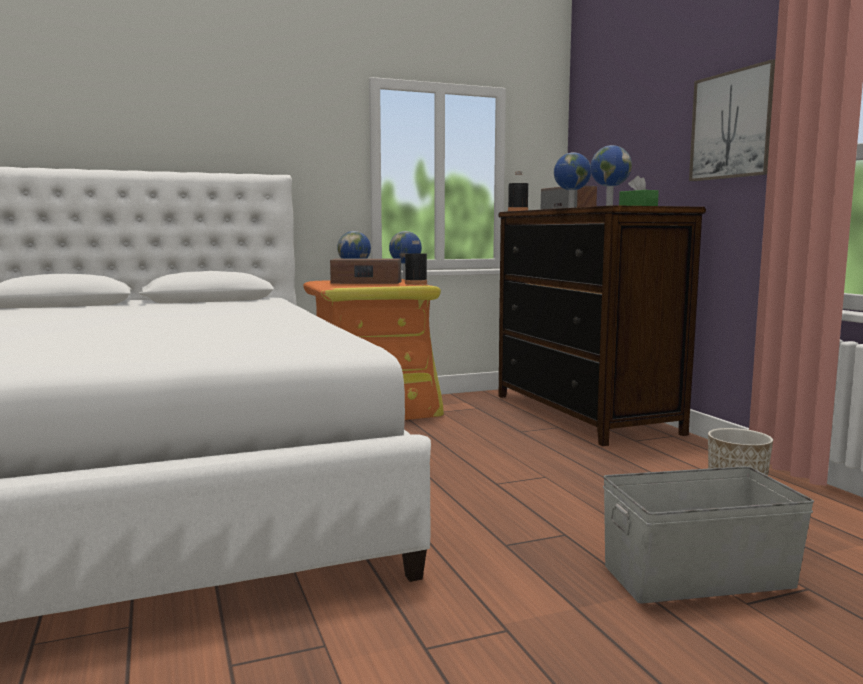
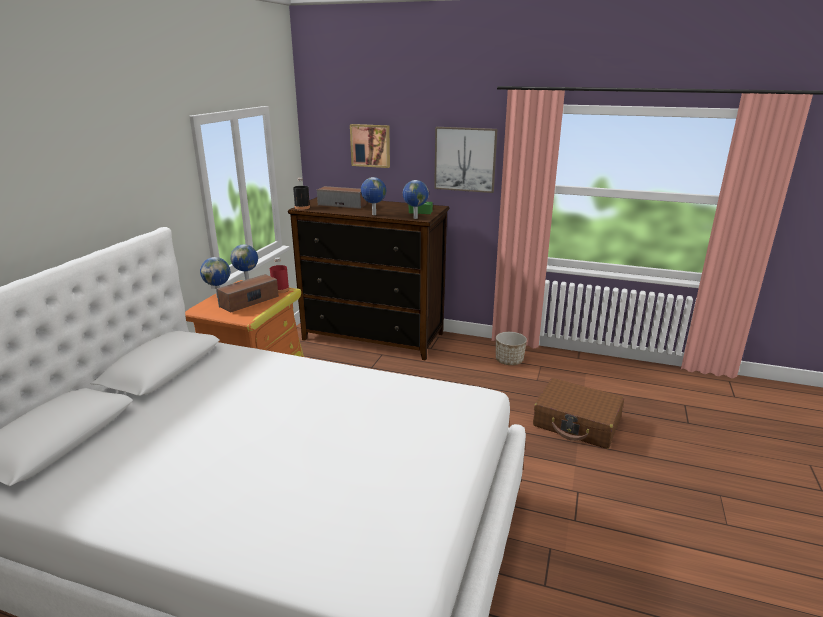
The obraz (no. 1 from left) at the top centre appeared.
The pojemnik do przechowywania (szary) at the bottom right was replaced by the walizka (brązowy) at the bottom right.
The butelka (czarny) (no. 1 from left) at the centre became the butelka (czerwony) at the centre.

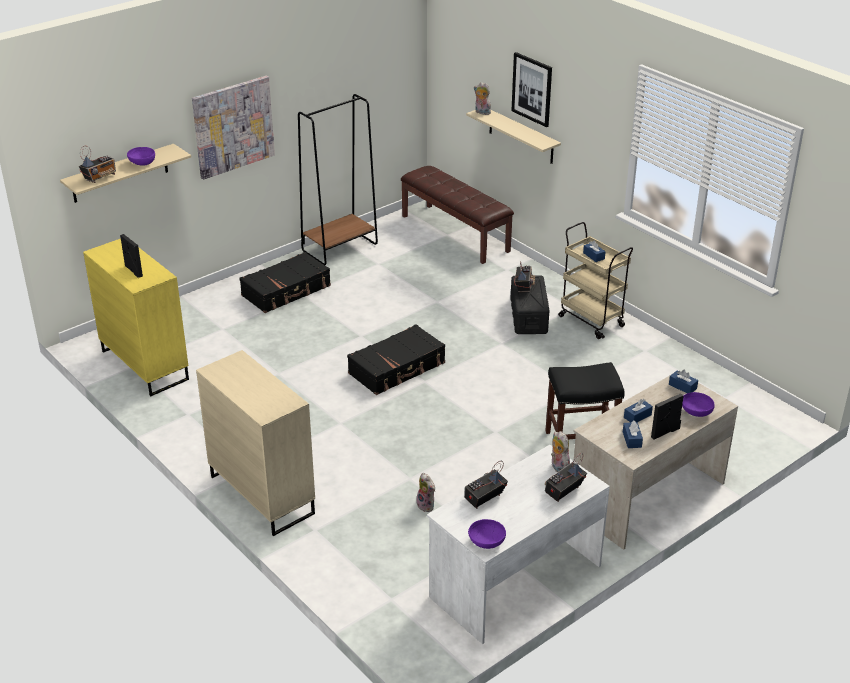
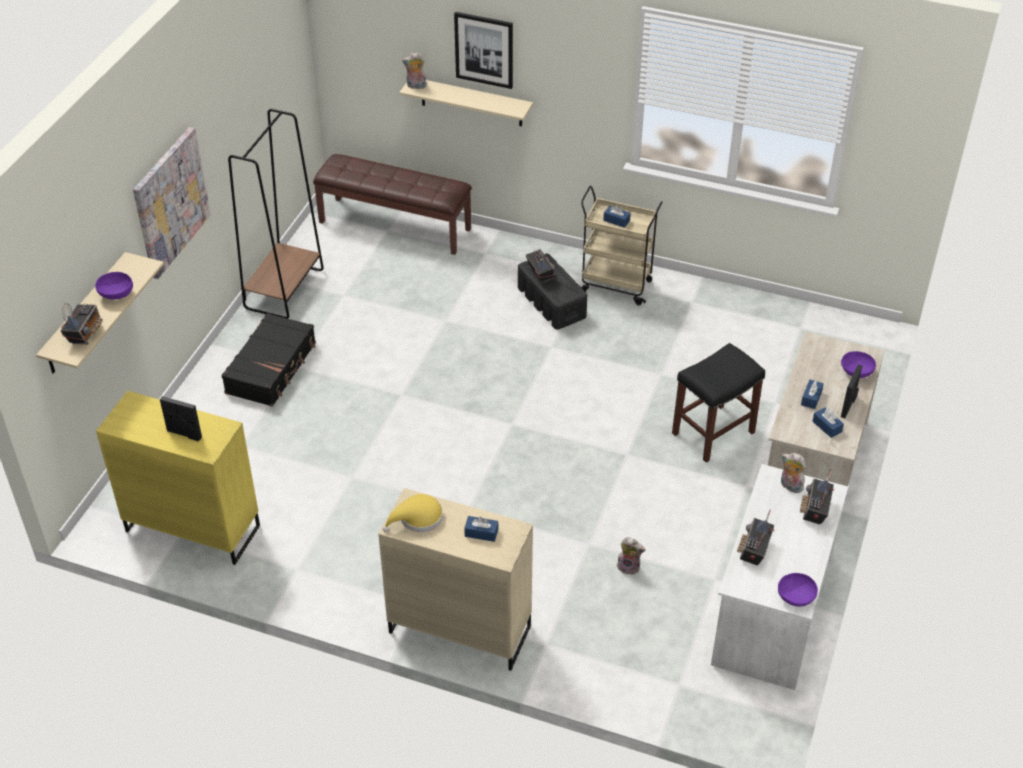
The walizka (czarny) (no. 2 from left) at the centre disappeared.
The kapelusz (żółty) at the bottom centre appeared.
The pudełko chusteczek (niebieski) (no. 4 from left in the first image) moved from the middle right to the bottom centre.

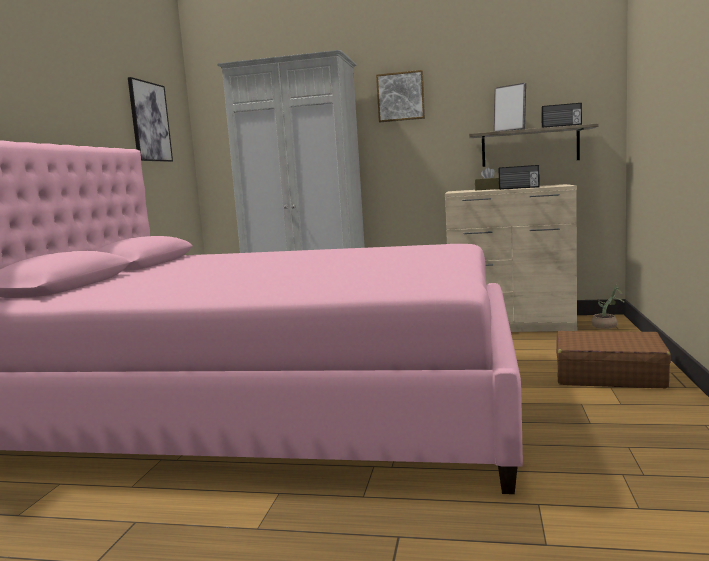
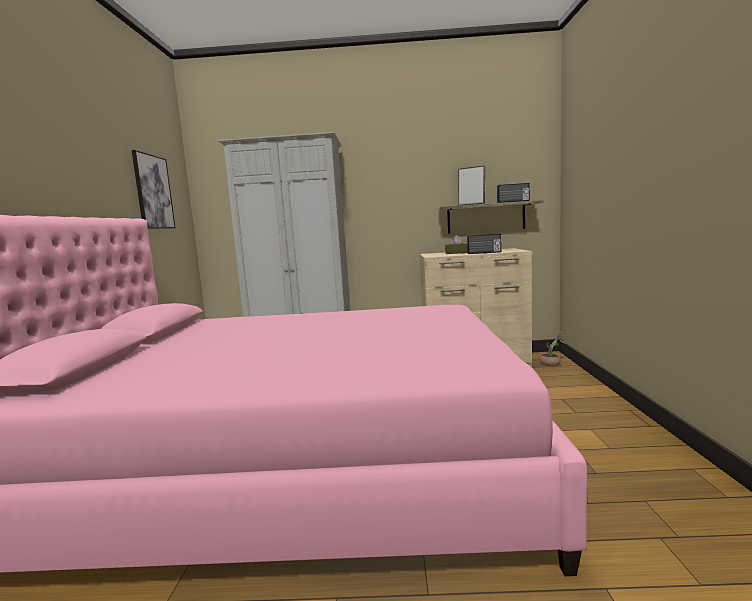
The obraz (no. 2 from left) at the top centre disappeared.
The walizka (brązowy) at the middle right disappeared.

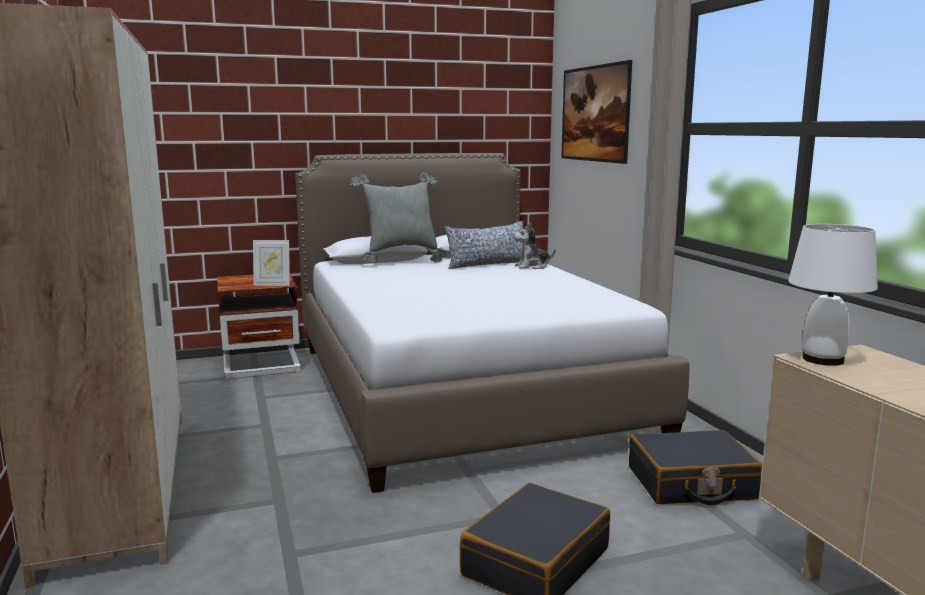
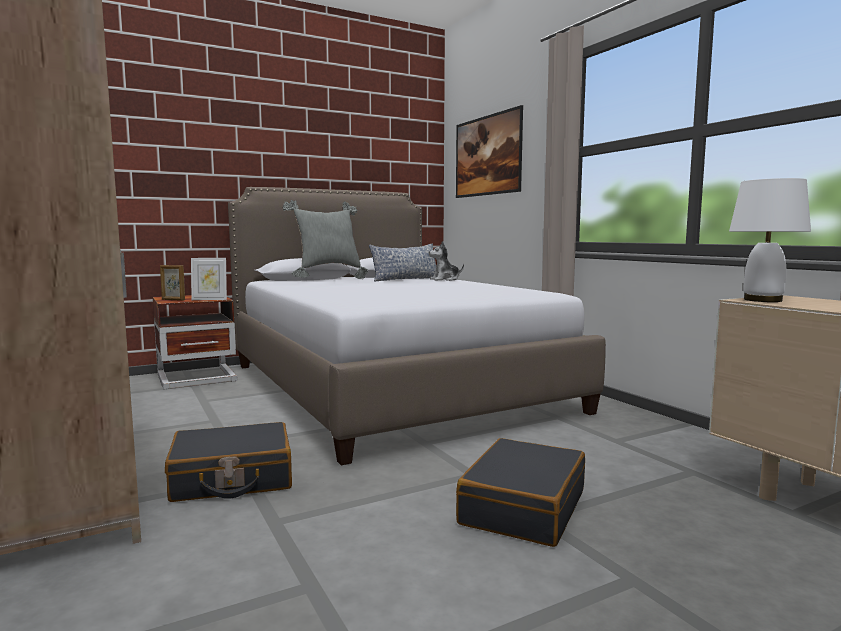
The ramka na zdjęcie (no. 1 from left) at the middle left appeared.
The walizka (czarny) (no. 2 from left in the first image) moved from the bottom right to the bottom left.

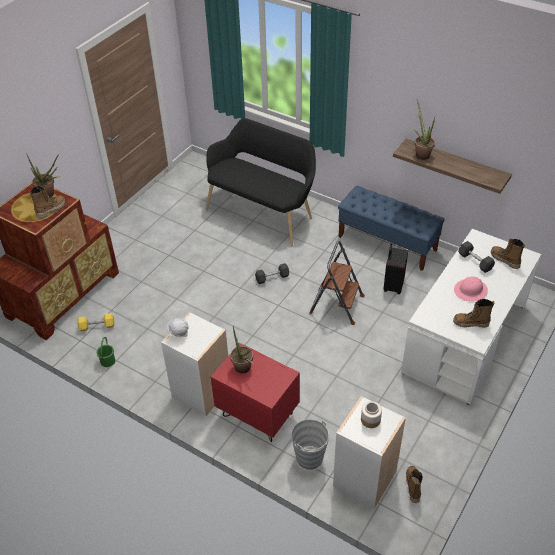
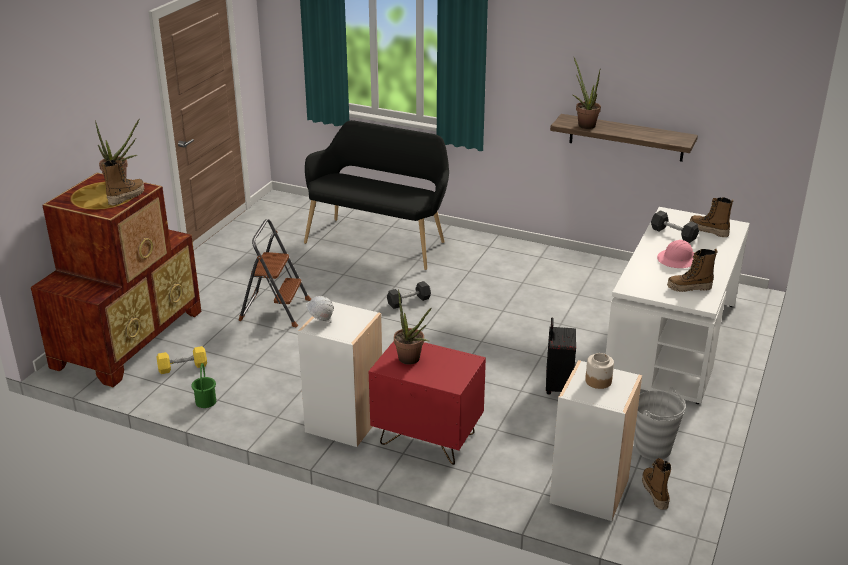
The ławka (niebieski) at the middle right disappeared.
The wiadro (szary) moved from the bottom centre to the bottom right.
The drabinka (brązowy) moved from the centre to the middle left.
The walizka (czarny) moved from the middle right to the centre.

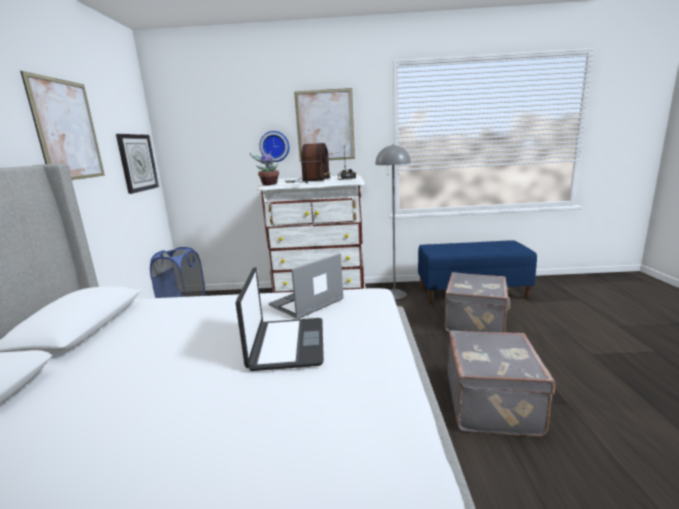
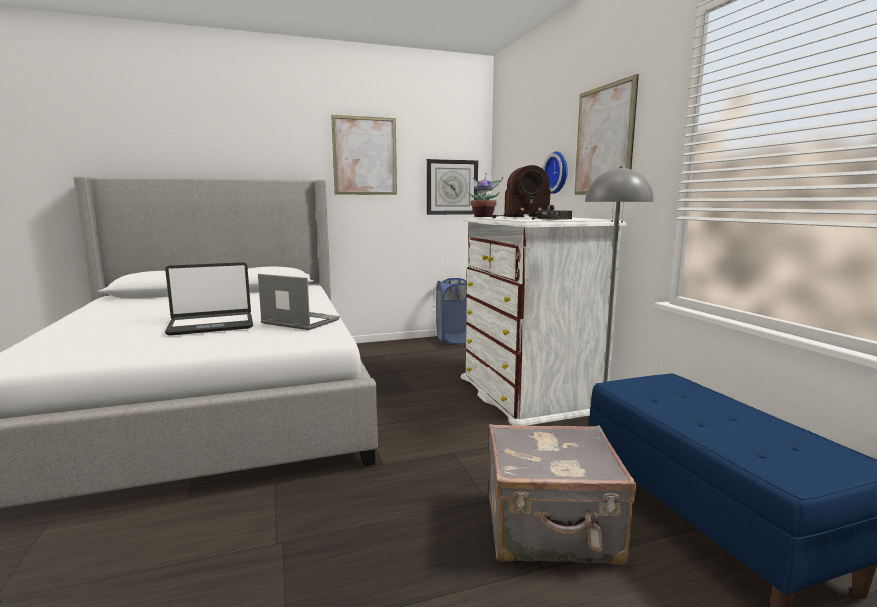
The walizka (szary) (no. 2 from left) at the bottom right disappeared.

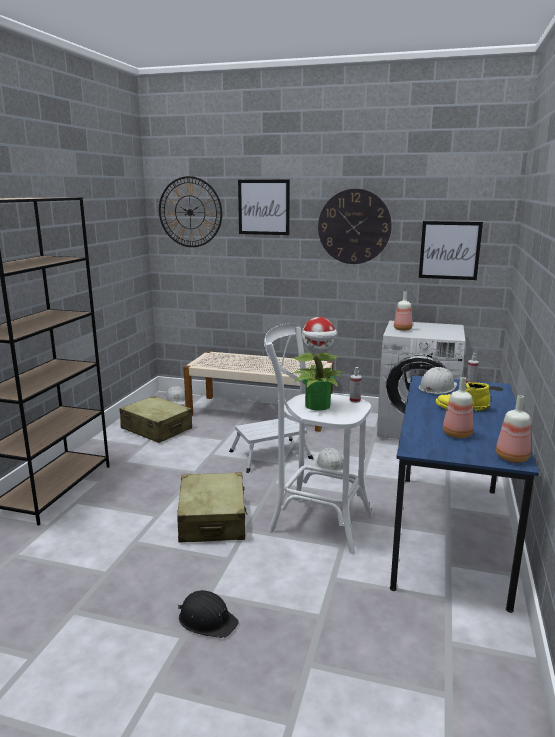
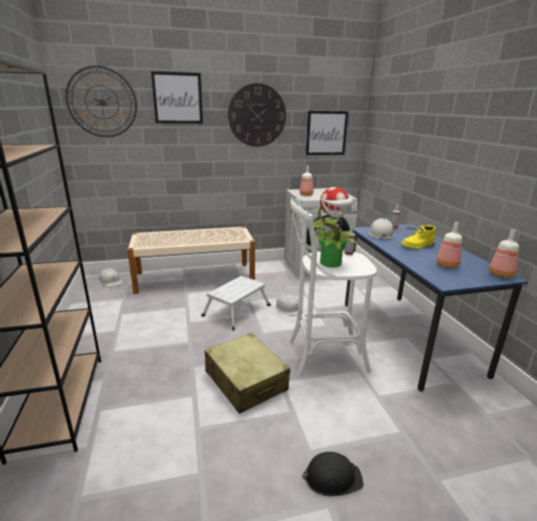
The walizka (beżowy) (no. 1 from left) at the middle left disappeared.

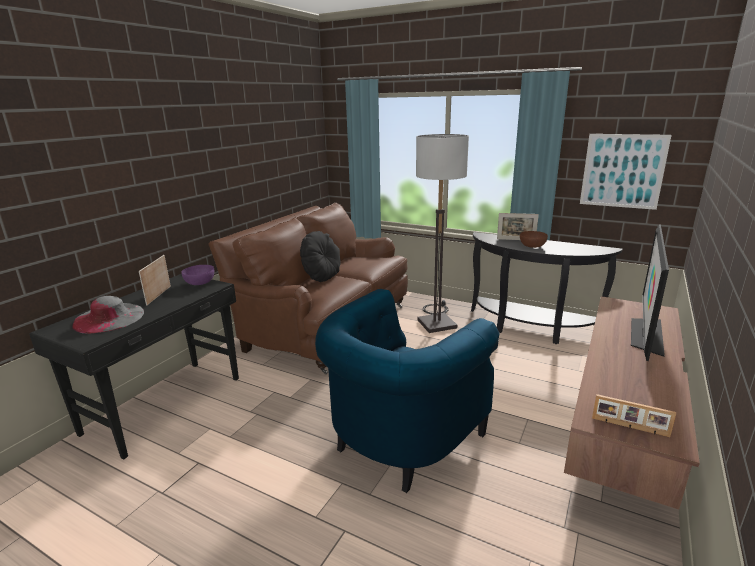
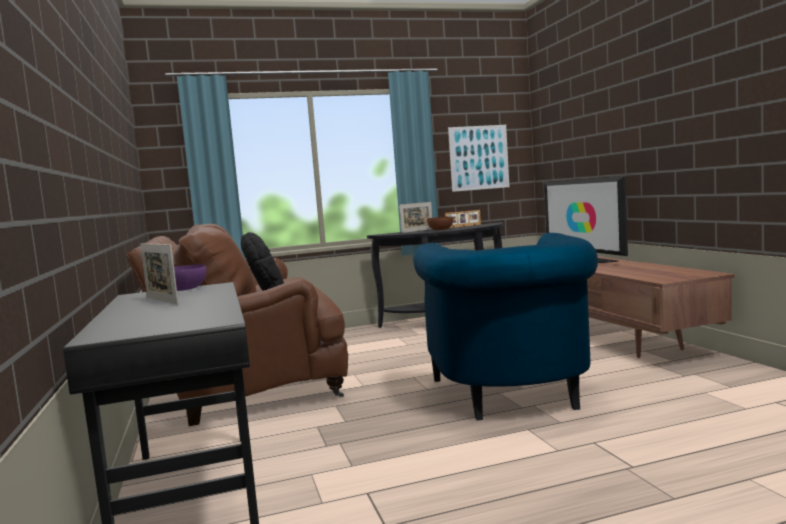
The kapelusz (szary) at the middle left disappeared.
The lampa stojąca at the centre disappeared.
The ramka na zdjęcie (no. 3 from left) moved from the bottom right to the centre.

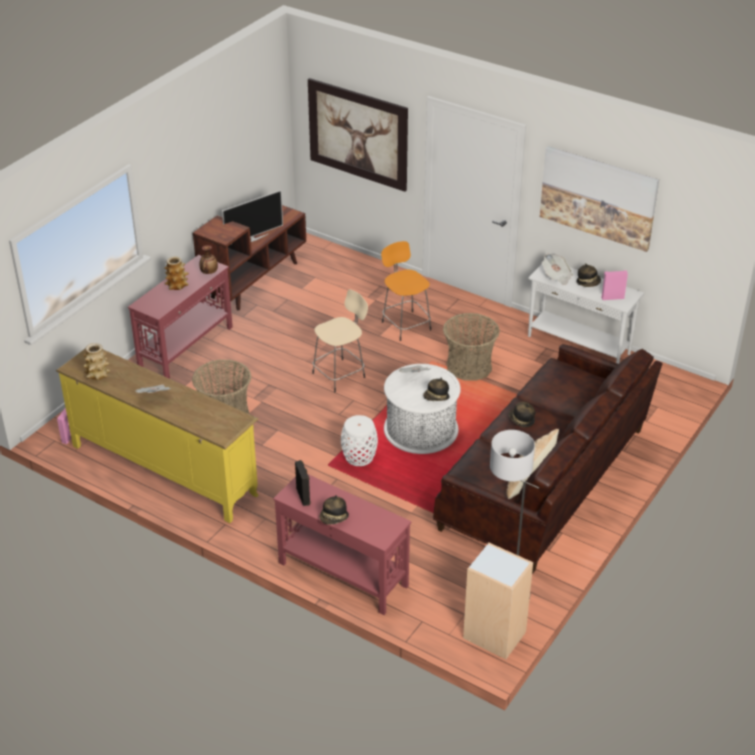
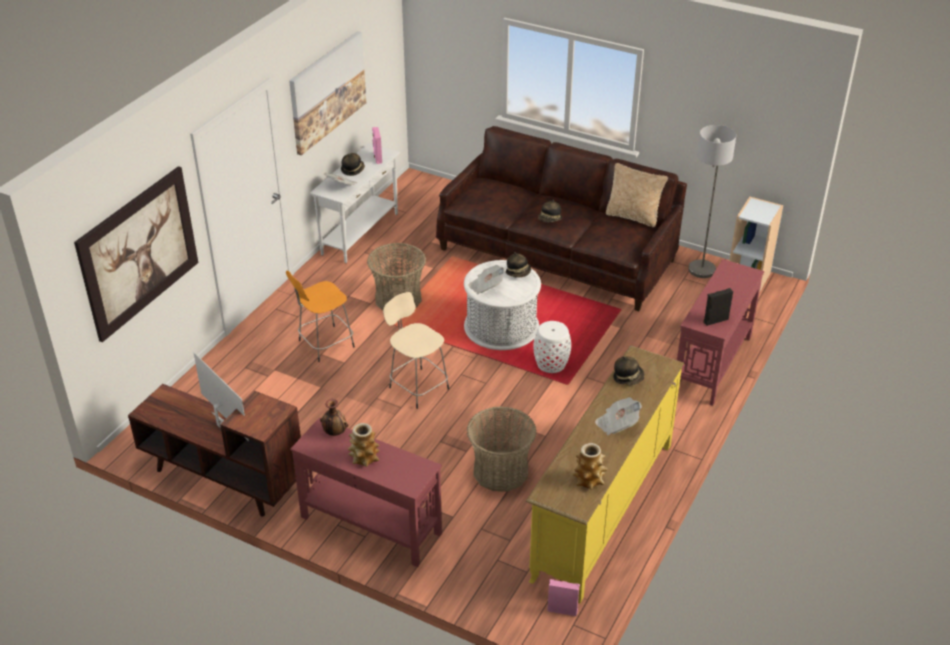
The kapelusz (no. 1 from left in the first image) moved from the bottom centre to the centre.

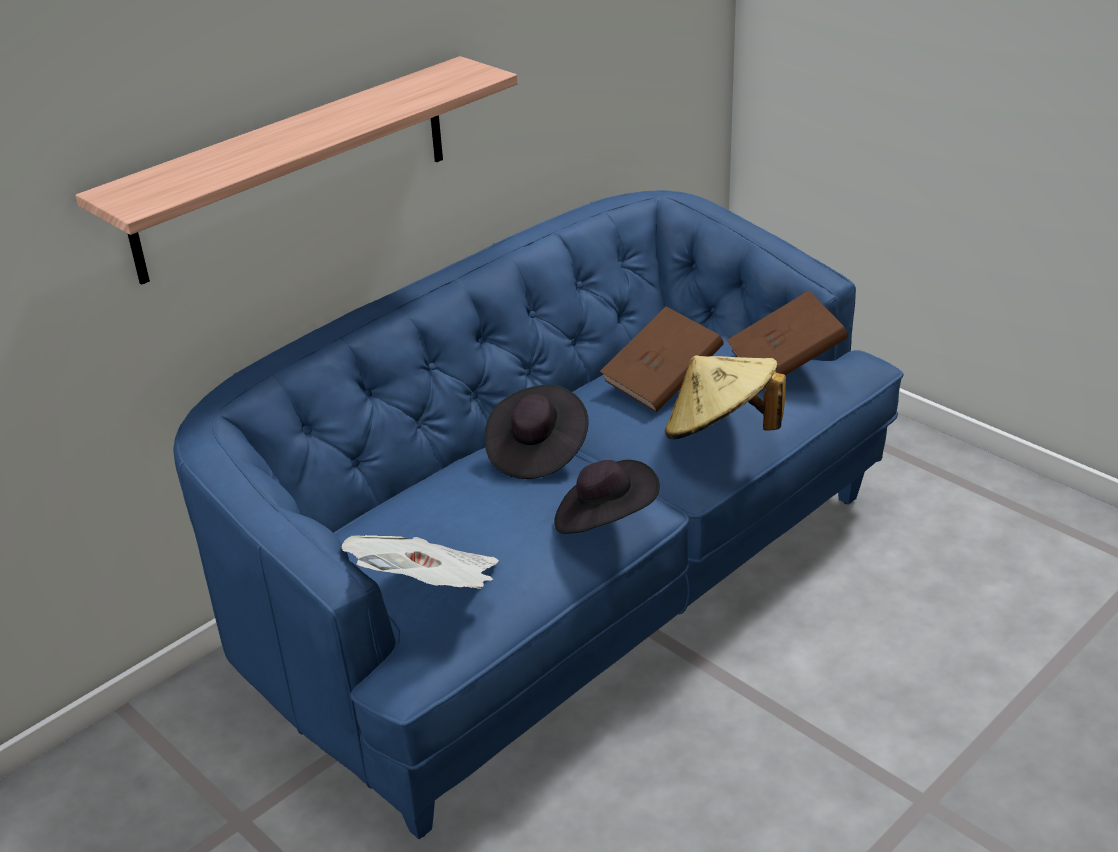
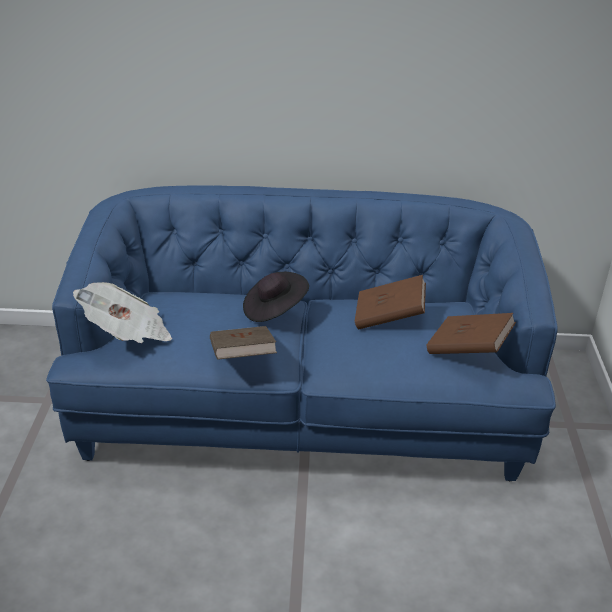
The półka at the top left disappeared.
The kapelusz (beżowy) at the centre disappeared.
The kapelusz (czarny) (no. 2 from left) at the centre was replaced by the książka (brązowy) (no. 1 from left) at the centre.

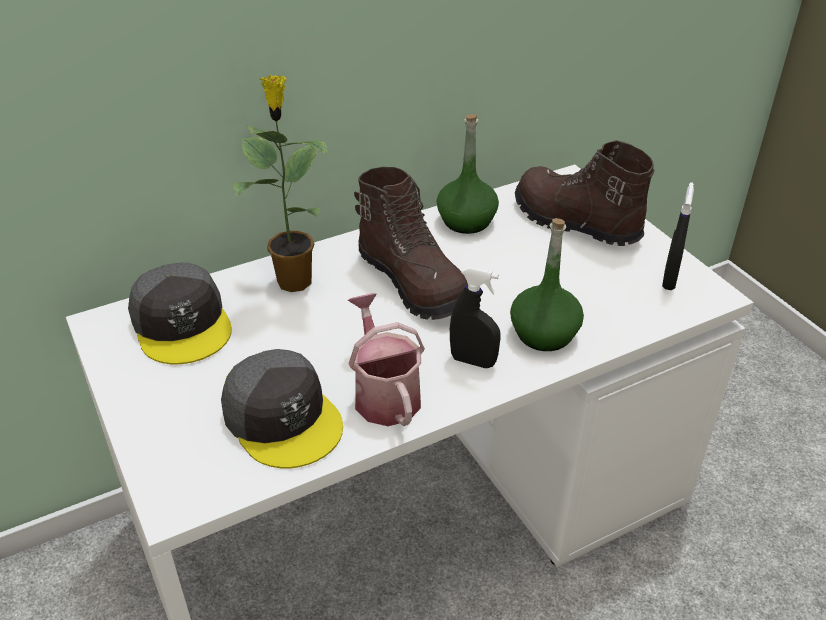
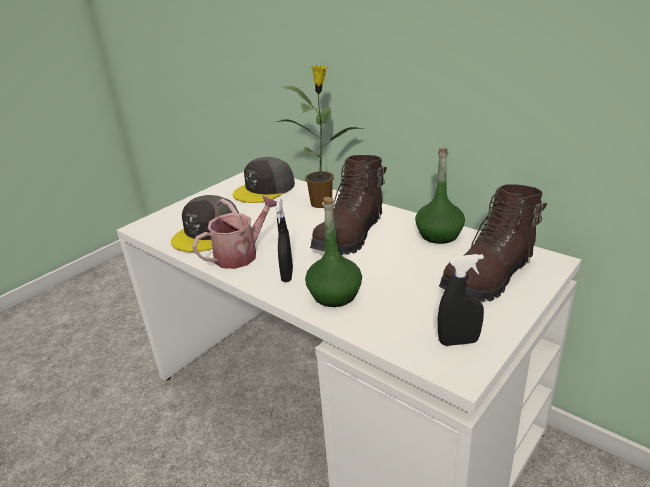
The but z cholewką (brązowy) (no. 2 from left) at the top right turned 150 degrees counterclockwise.

